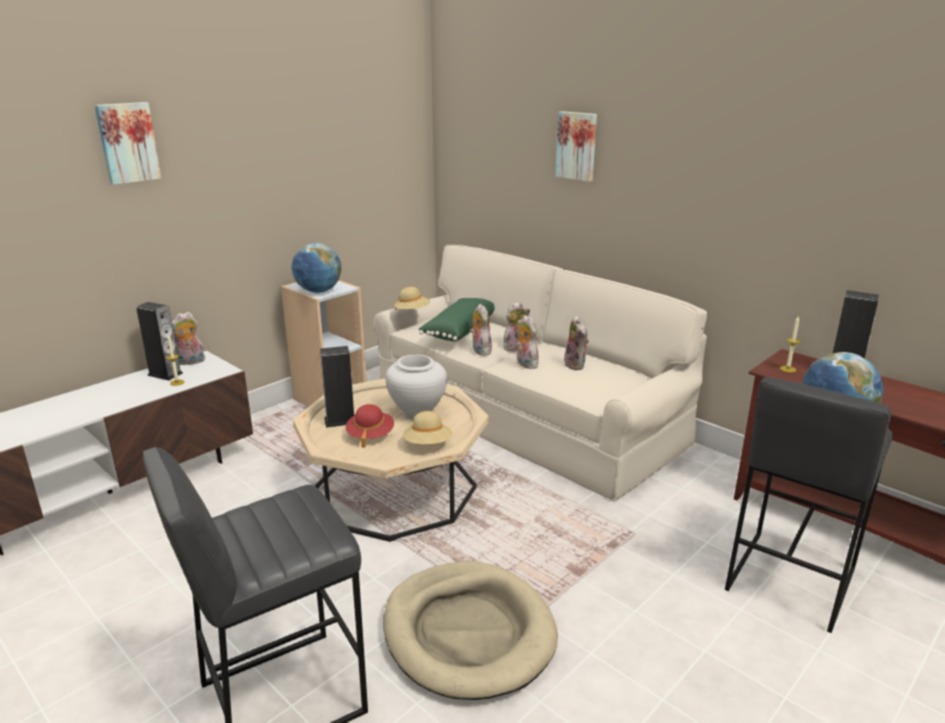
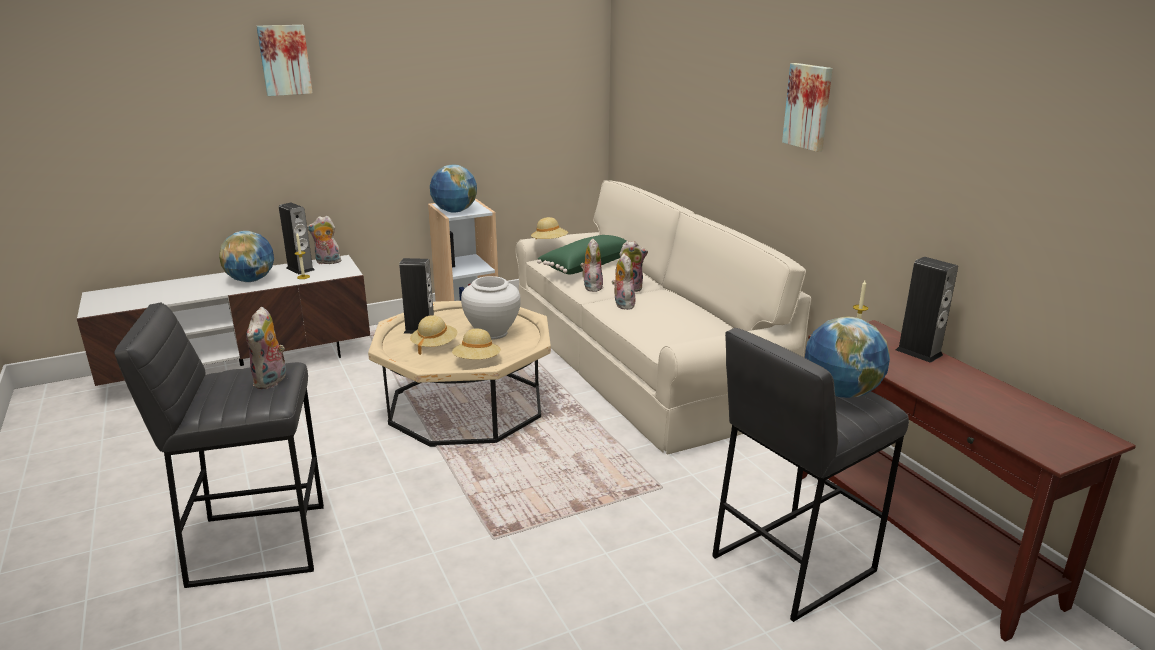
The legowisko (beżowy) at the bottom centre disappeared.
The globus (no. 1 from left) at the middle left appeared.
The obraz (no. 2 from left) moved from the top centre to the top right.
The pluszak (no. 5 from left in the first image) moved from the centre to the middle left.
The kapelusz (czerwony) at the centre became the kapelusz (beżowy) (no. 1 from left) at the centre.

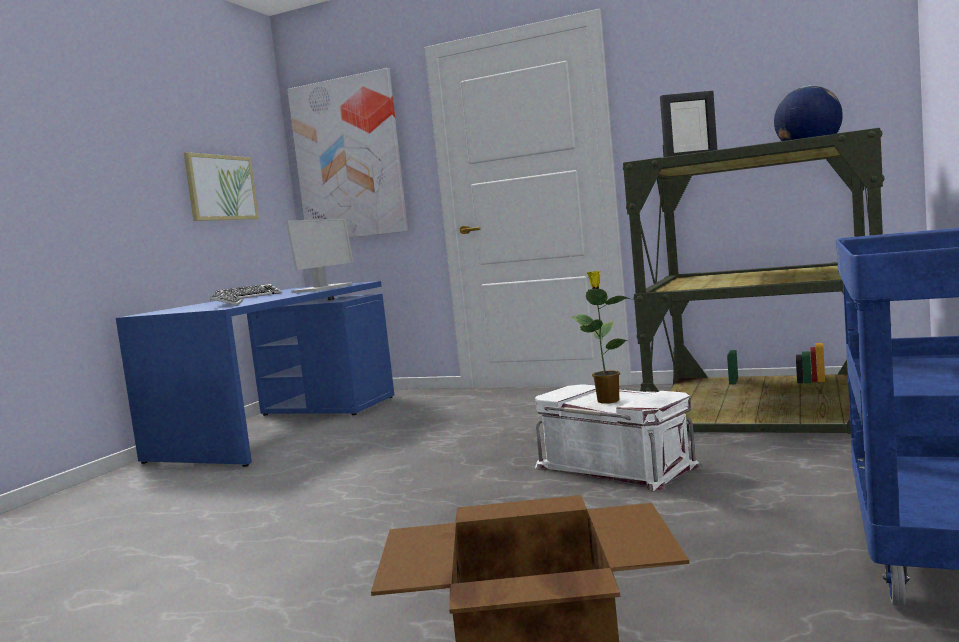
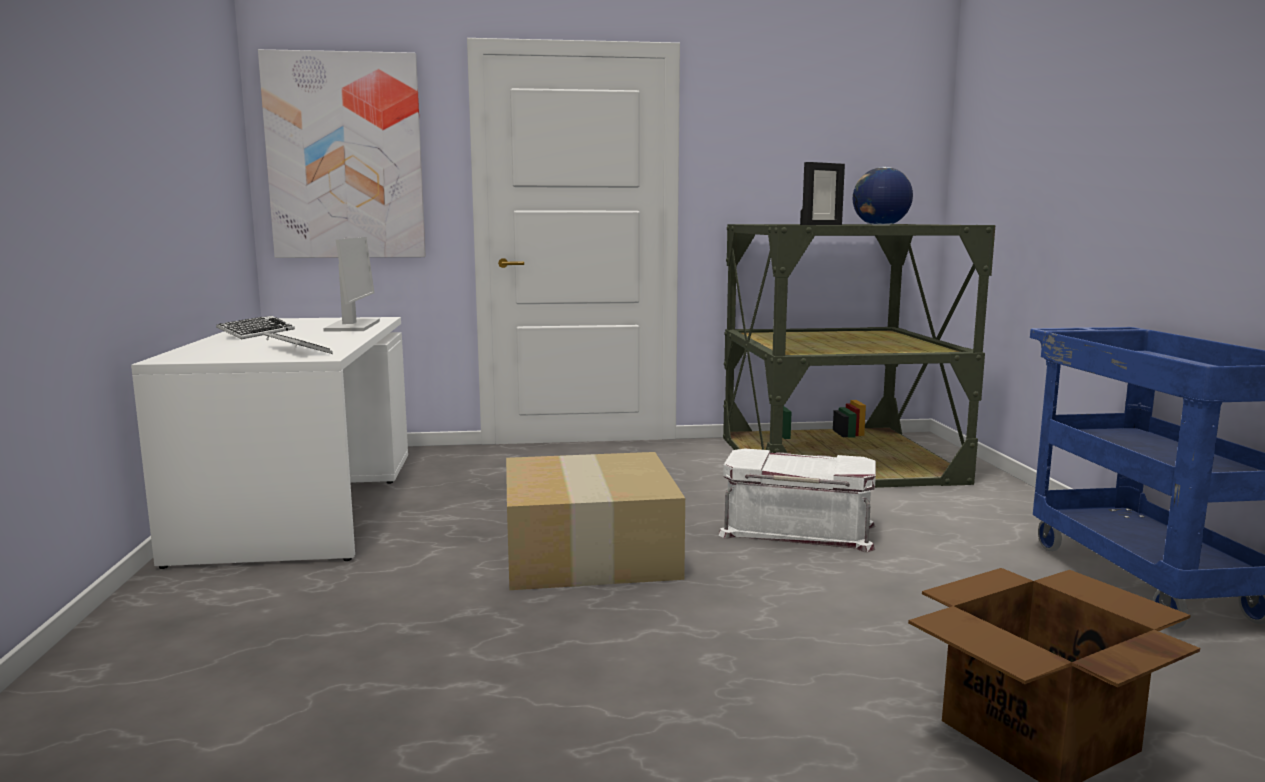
The obraz (no. 1 from left) at the top left disappeared.
The roślina doniczkowa at the centre disappeared.
The karton (no. 1 from left) at the centre appeared.
The biurko (niebieski) at the middle left became the biurko (biały) at the middle left.

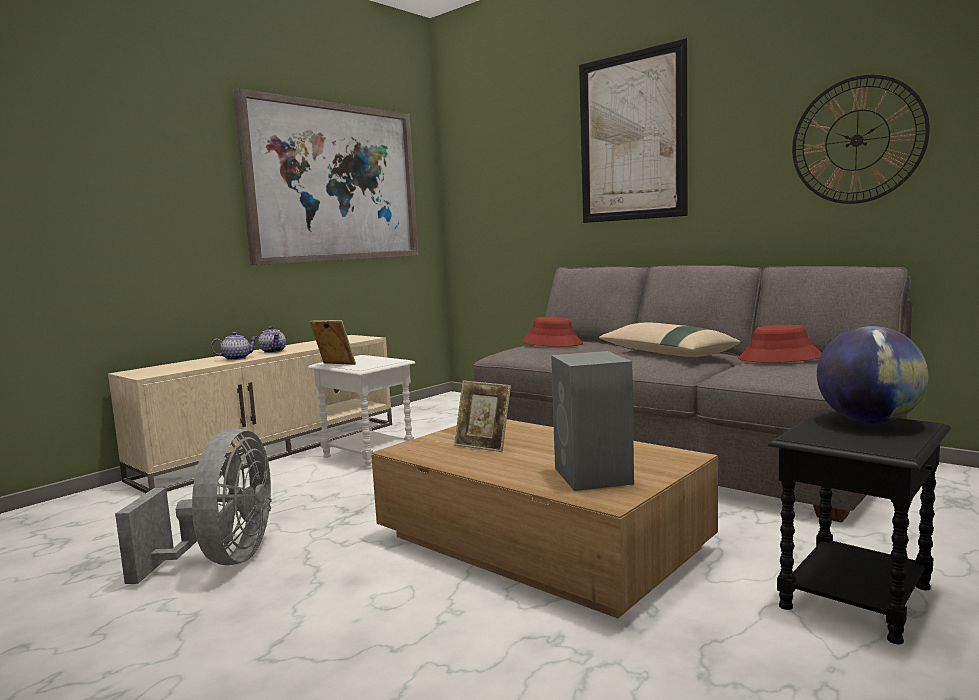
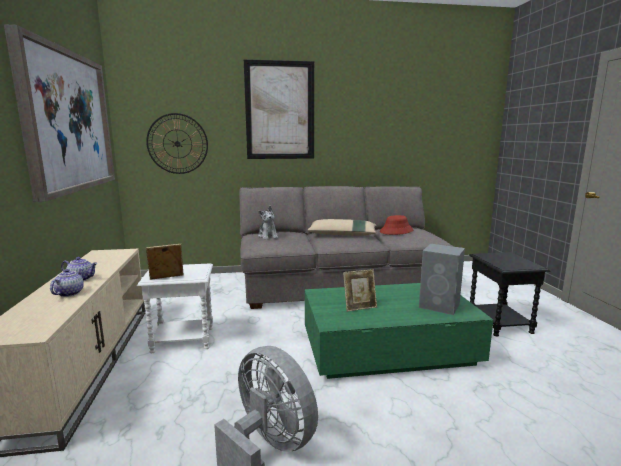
The globus at the middle right disappeared.
The zegar ścienny moved from the top right to the top left.
The kapelusz (czerwony) (no. 1 from left) at the centre was replaced by the pluszak at the centre.
The ława (brązowy) at the bottom centre became the ława (zielony) at the bottom centre.

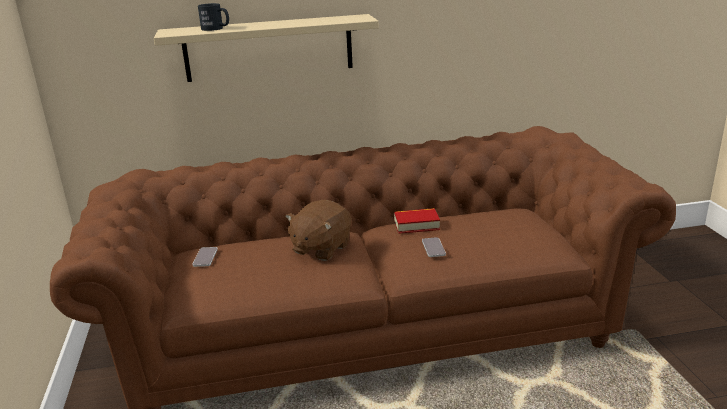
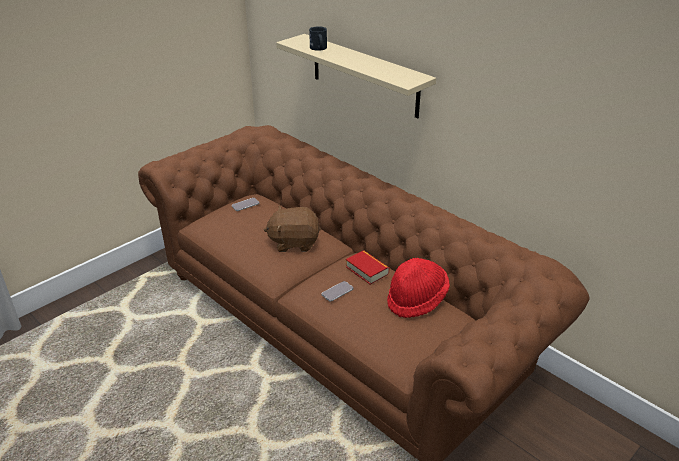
The kapelusz (czerwony) at the centre appeared.

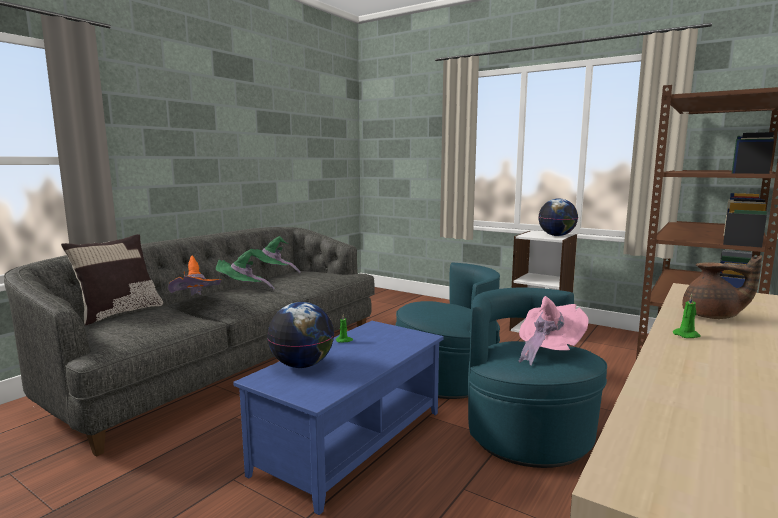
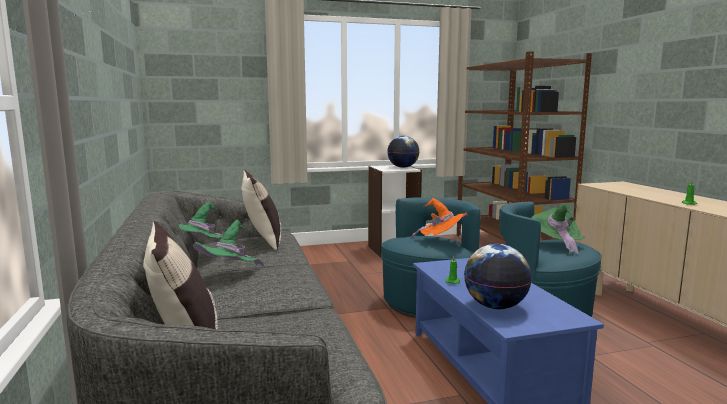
The imbryk (brązowy) at the middle right disappeared.
The poduszka (no. 2 from left) at the centre appeared.
The kapelusz (pomarańczowy) moved from the middle left to the centre.
The kapelusz (różowy) at the middle right became the kapelusz (zielony) (no. 3 from left) at the middle right.

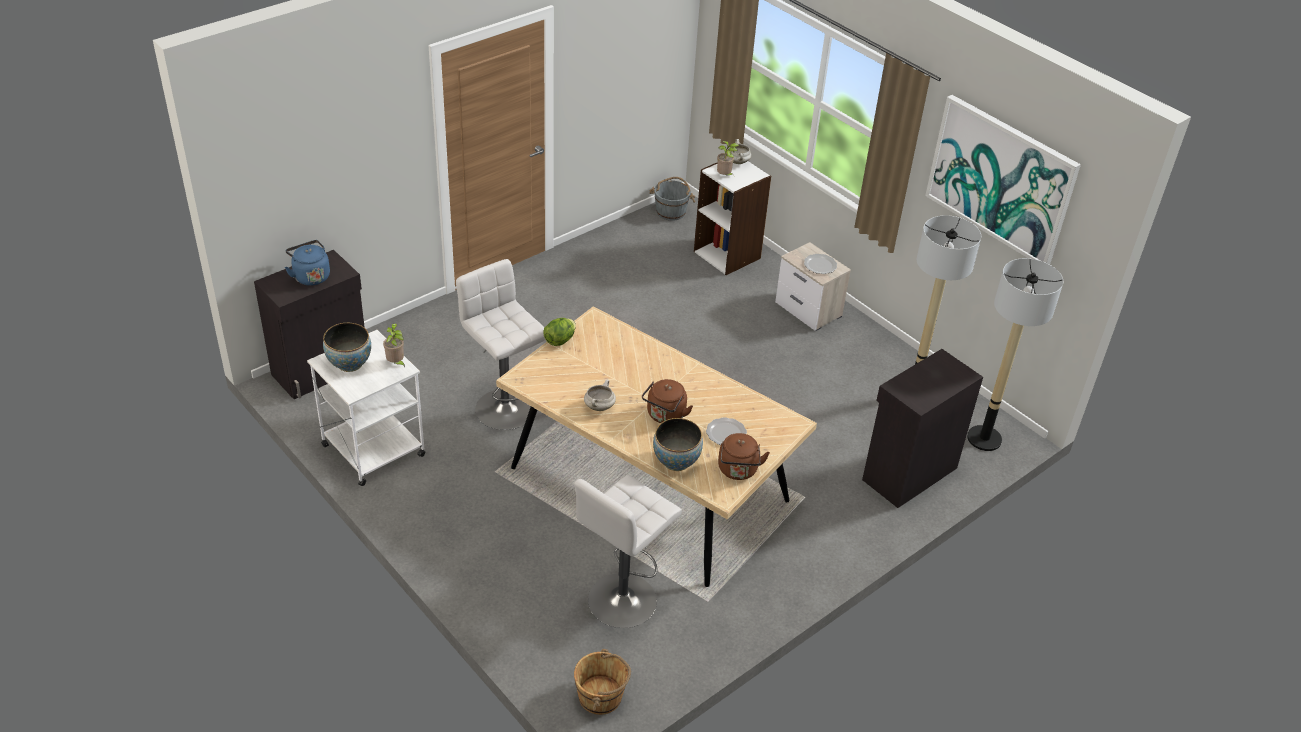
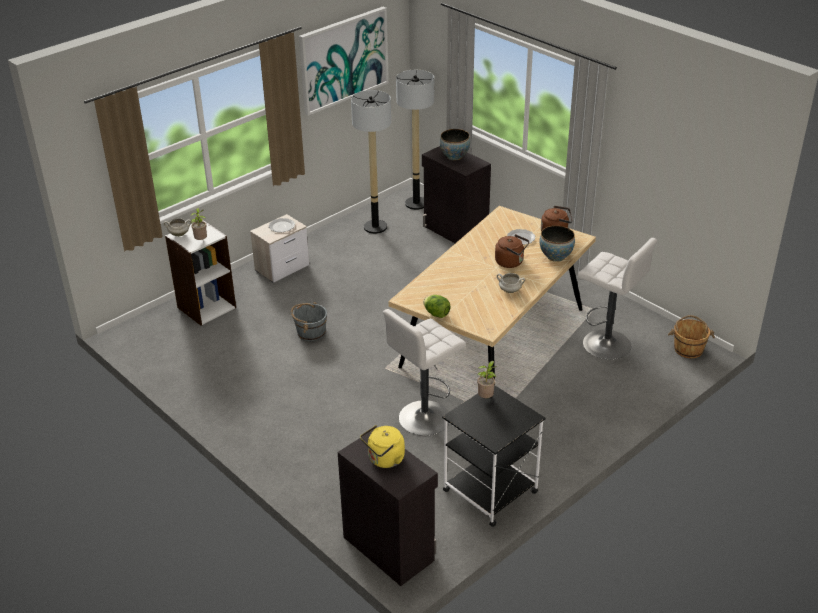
The miska (no. 1 from left) moved from the middle left to the top centre.
The wiadro (szary) moved from the top centre to the centre.
The czajnik (niebieski) at the middle left became the czajnik (żółty) at the bottom centre.
The wózek (biały) at the middle left became the wózek (czarny) at the bottom centre.

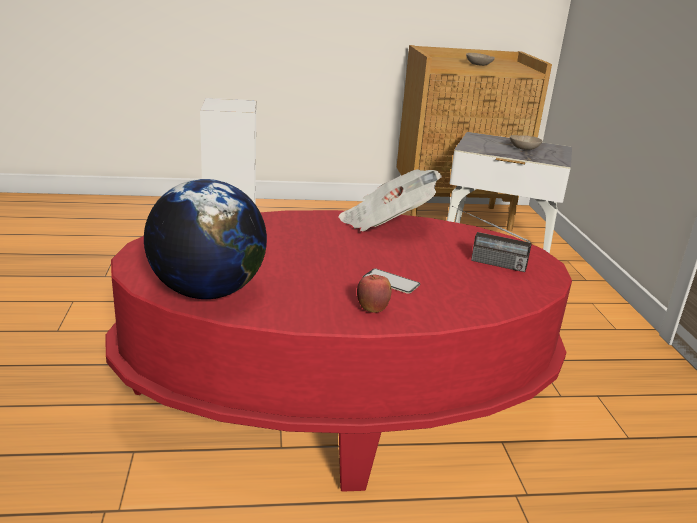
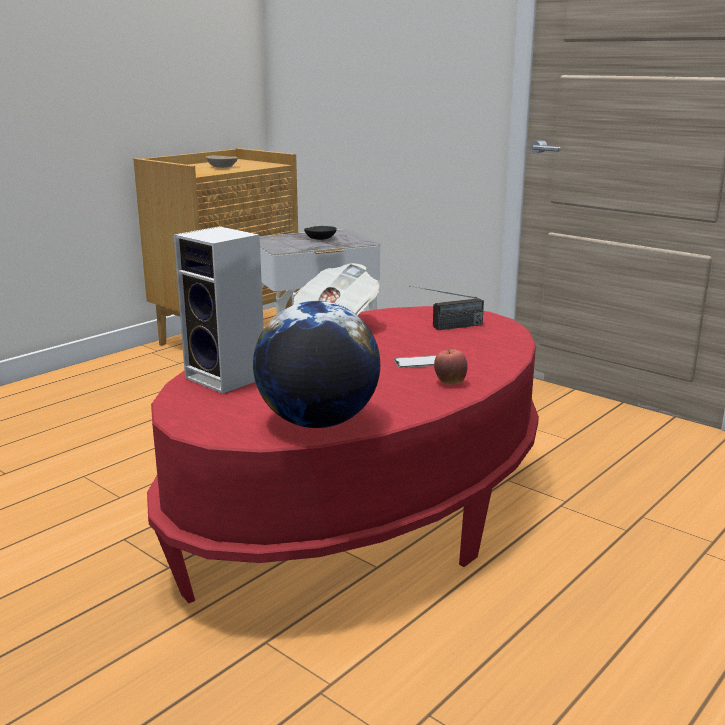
The miska (beżowy) (no. 2 from left) at the top right became the miska (czarny) at the top centre.

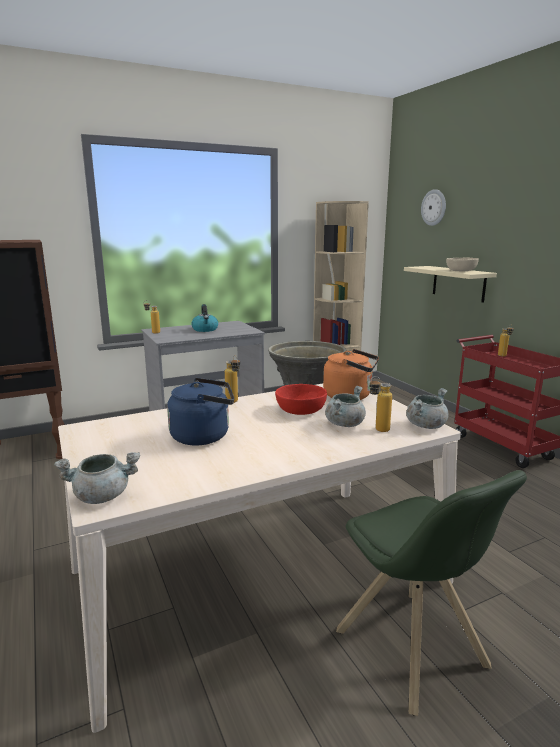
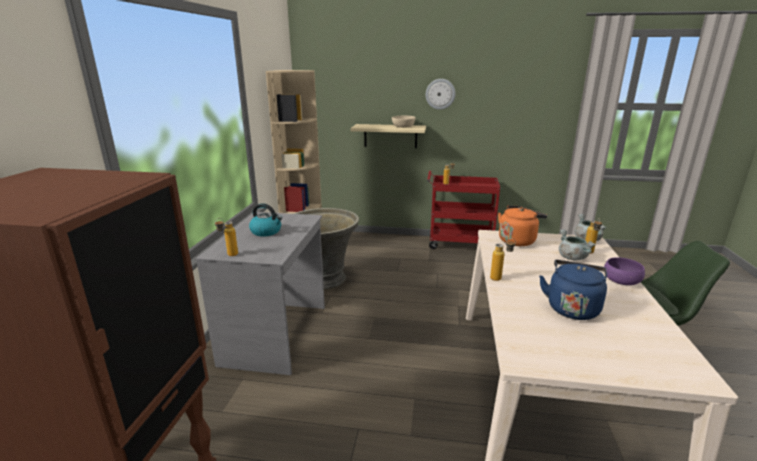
The garnek (szary) (no. 1 from left) at the middle left disappeared.
The miska (czerwony) at the centre disappeared.
The miska (fioletowy) at the middle right appeared.
The zegar ścienny moved from the top right to the top centre.

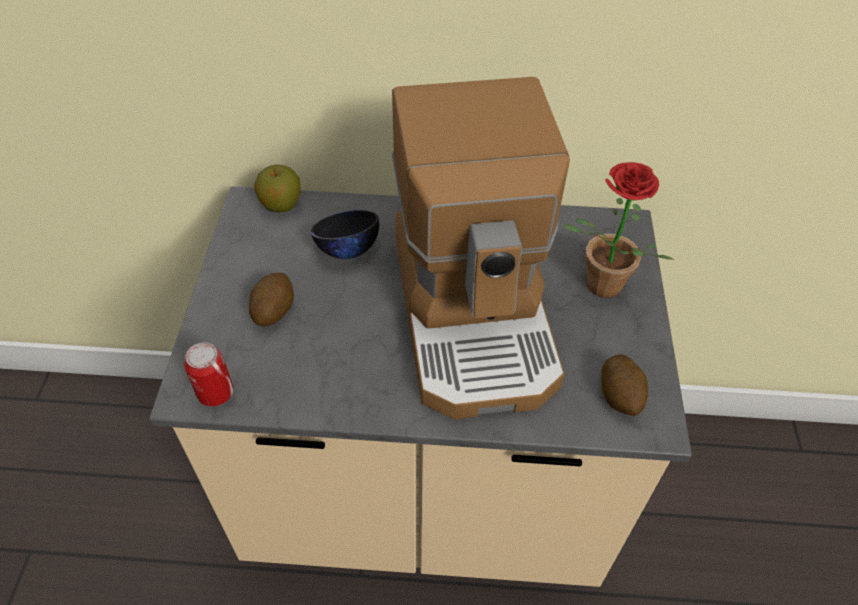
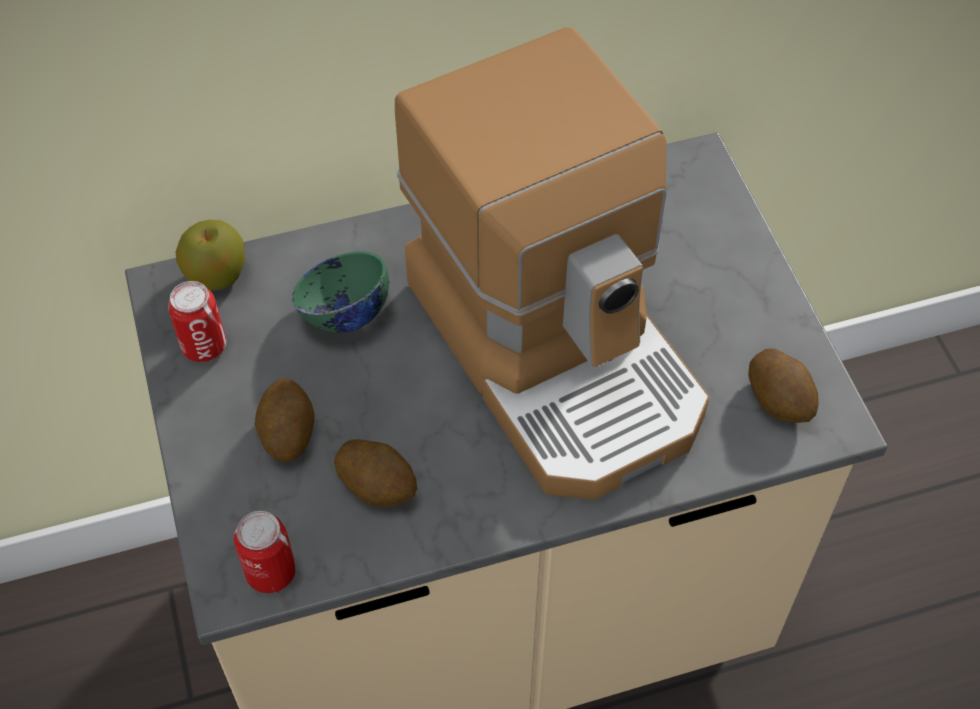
The roślina doniczkowa at the middle right disappeared.
The puszka (no. 1 from left) at the middle left appeared.
The ziemniak (no. 2 from left) at the bottom centre appeared.
The miska (czarny) at the centre became the miska (zielony) at the centre.

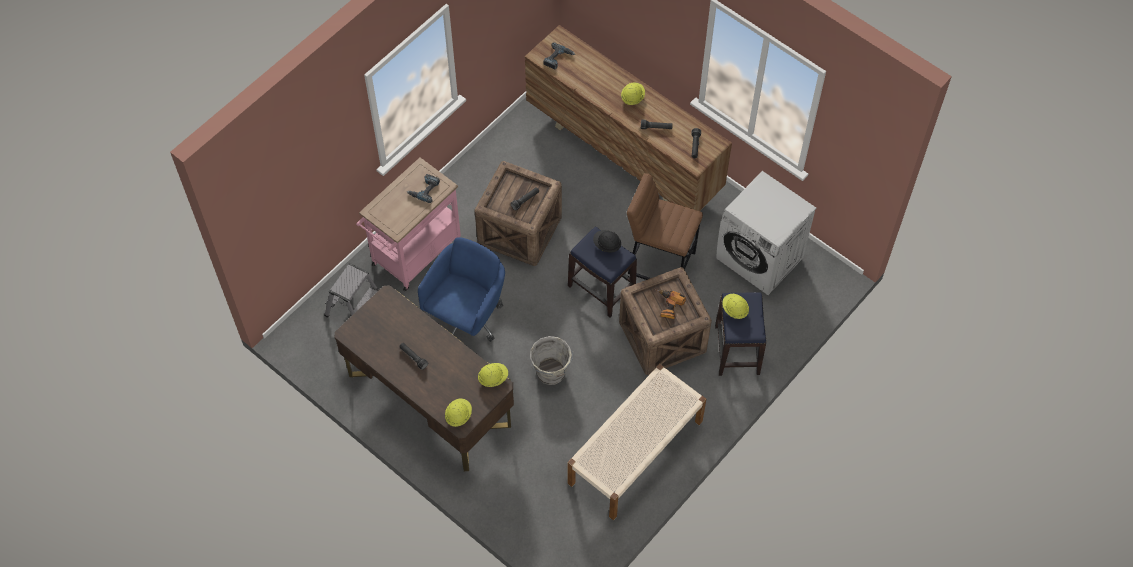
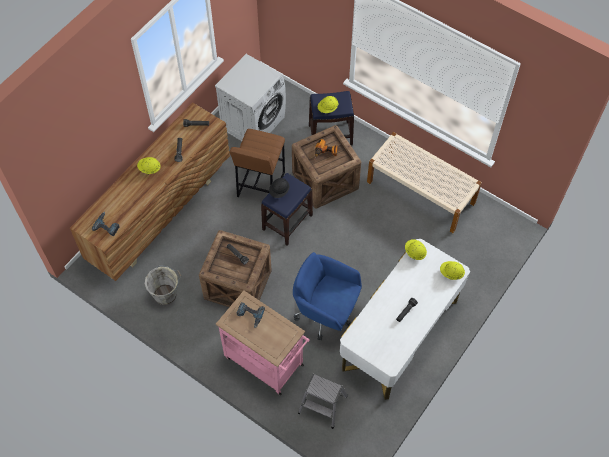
The wiadro (szary) moved from the centre to the middle left.
The biurko (brązowy) at the bottom centre became the biurko (biały) at the bottom centre.

